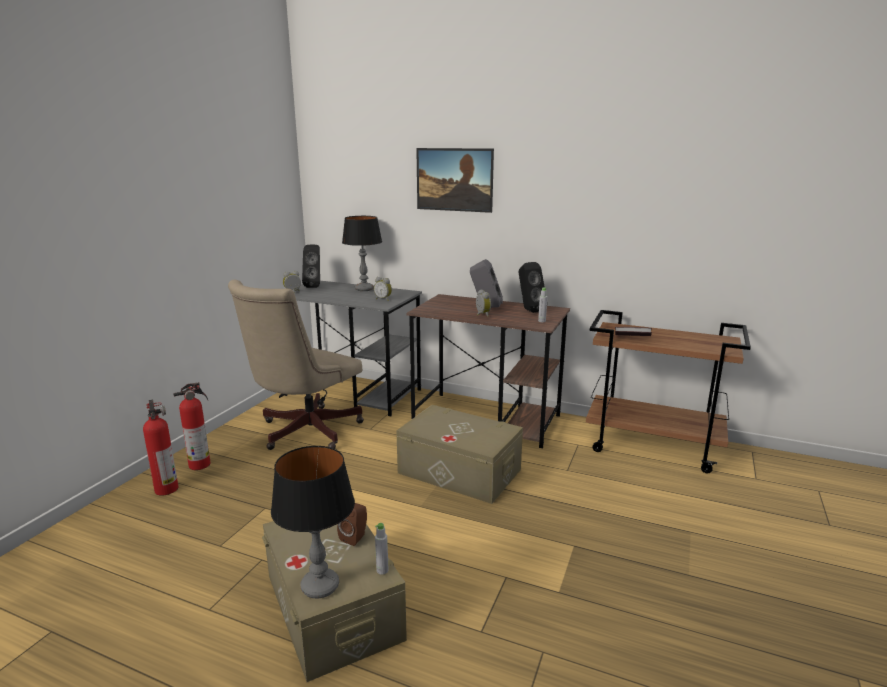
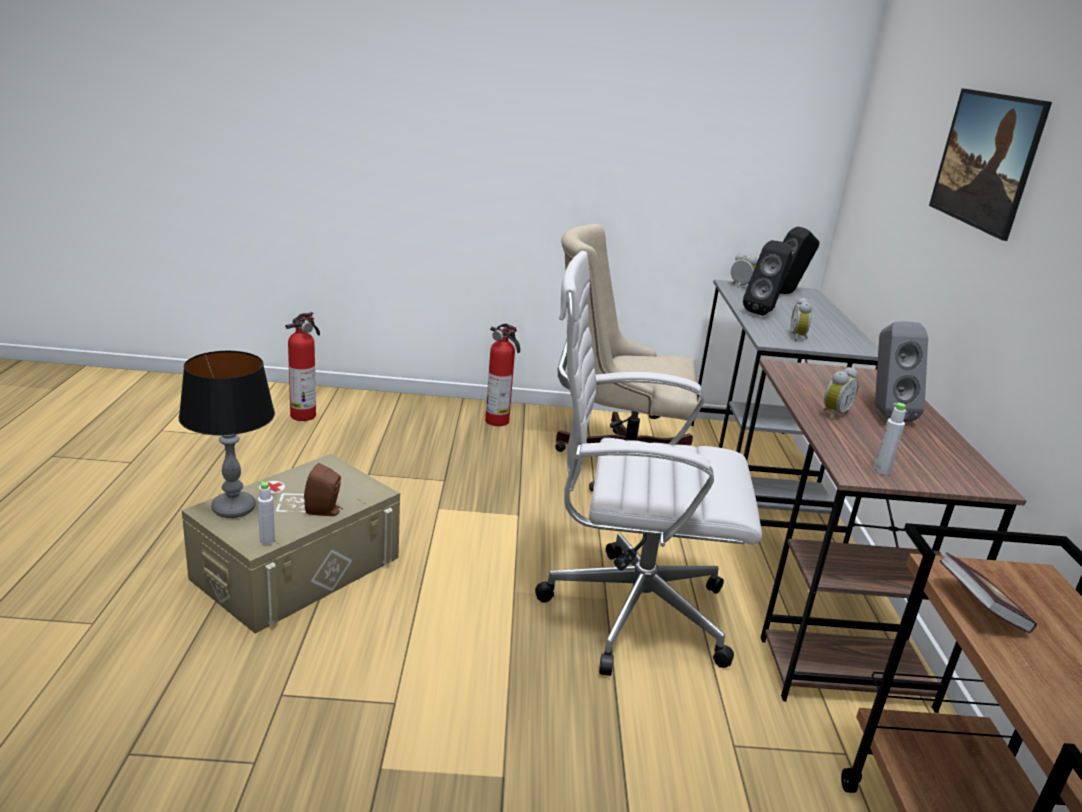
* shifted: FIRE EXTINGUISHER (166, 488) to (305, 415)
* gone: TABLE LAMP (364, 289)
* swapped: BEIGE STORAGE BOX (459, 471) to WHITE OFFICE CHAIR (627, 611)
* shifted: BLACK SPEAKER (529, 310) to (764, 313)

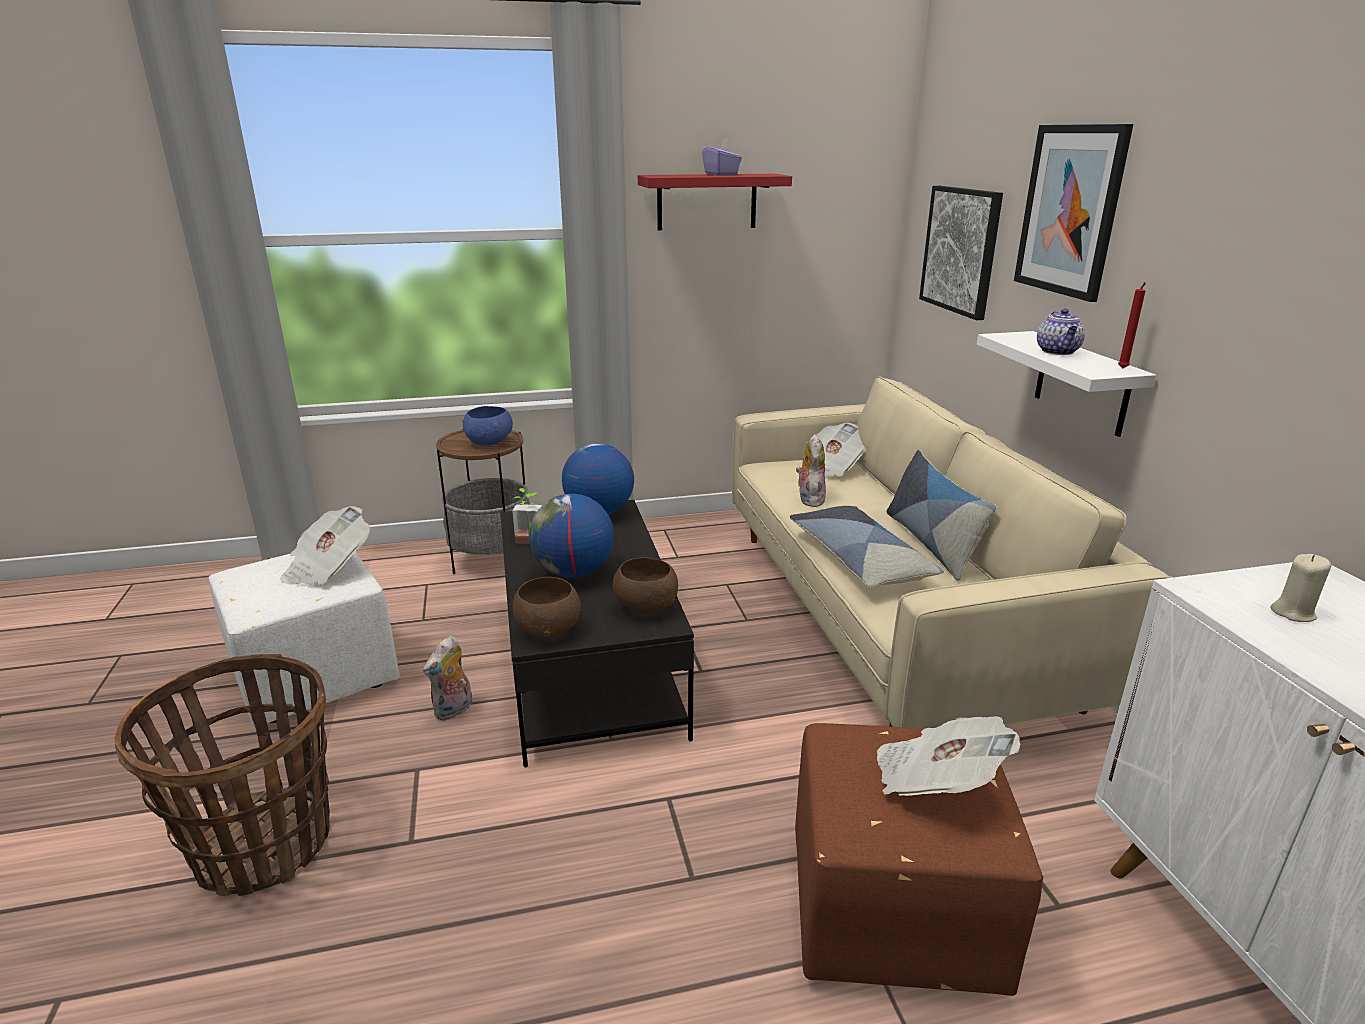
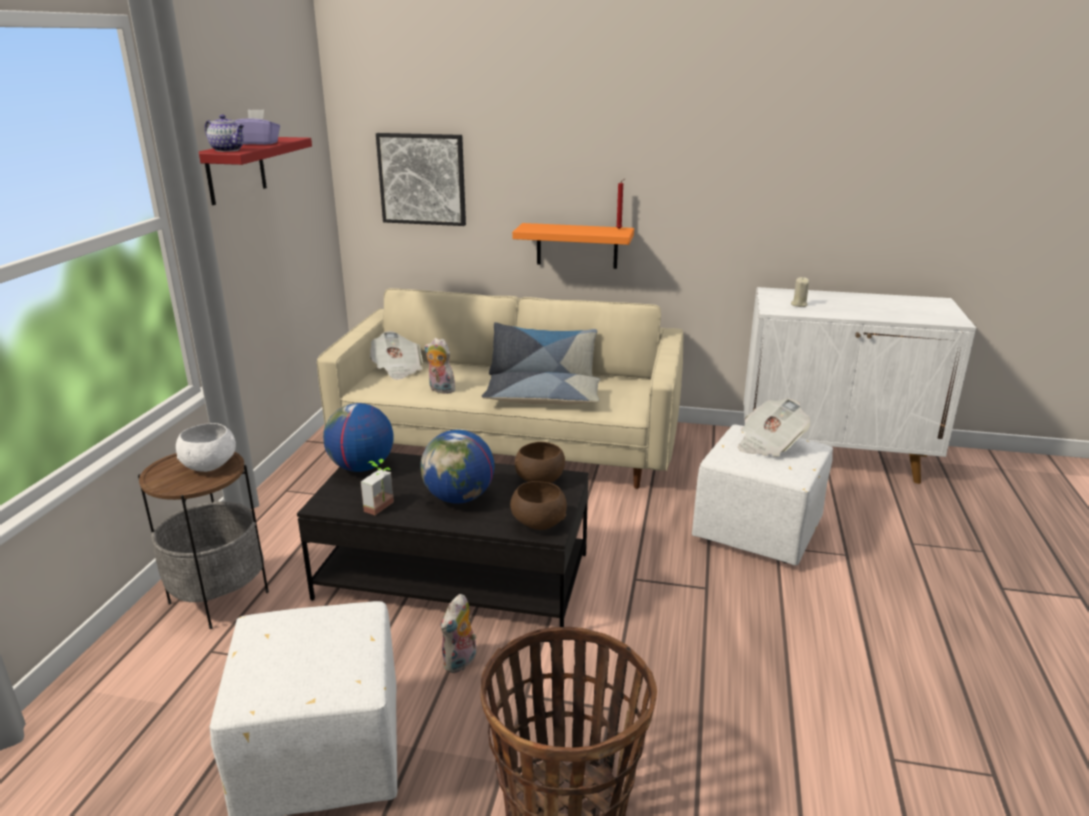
* gone: NEWSPAPER (328, 568)
* rotated: PLUSH TOY (454, 710) = (460, 662) 60 degrees clockwise
* repainted: BLUE BOWL (490, 443) to WHITE BOWL (210, 465)
* repainted: BROWN OTTOMAN (892, 914) to WHITE OTTOMAN (759, 532)
* repainted: WHITE SHELF (1082, 383) to ORANGE SHELF (577, 246)
* gone: PICTURE (1070, 210)
* shifted: TEAPOT (1058, 352) to (228, 150)

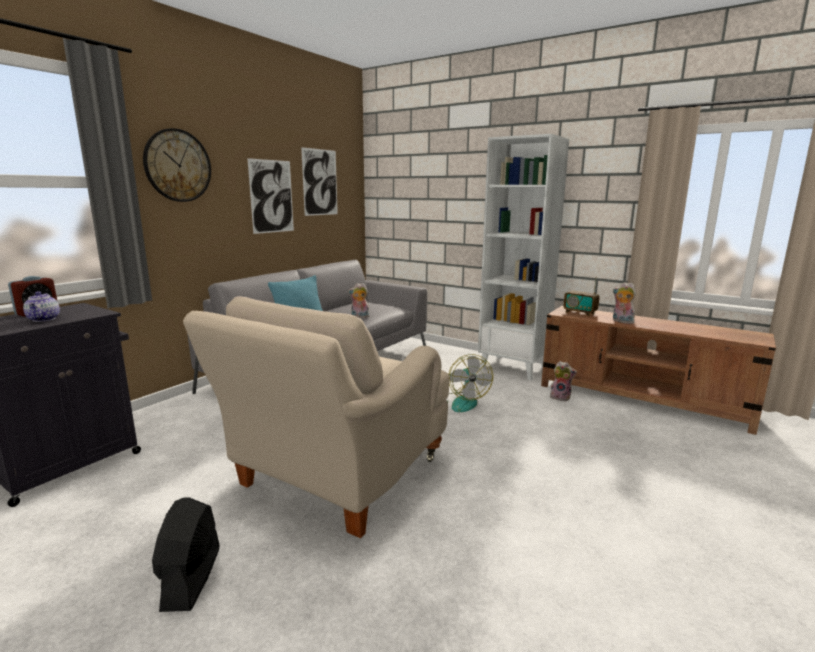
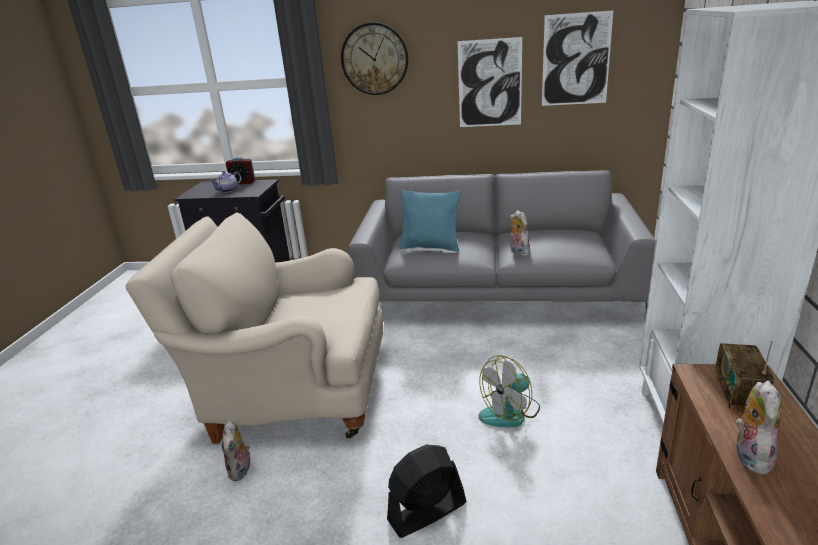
* shifted: BLACK FAN (191, 578) to (426, 511)
* shifted: PLUSH TOY (561, 397) to (241, 471)

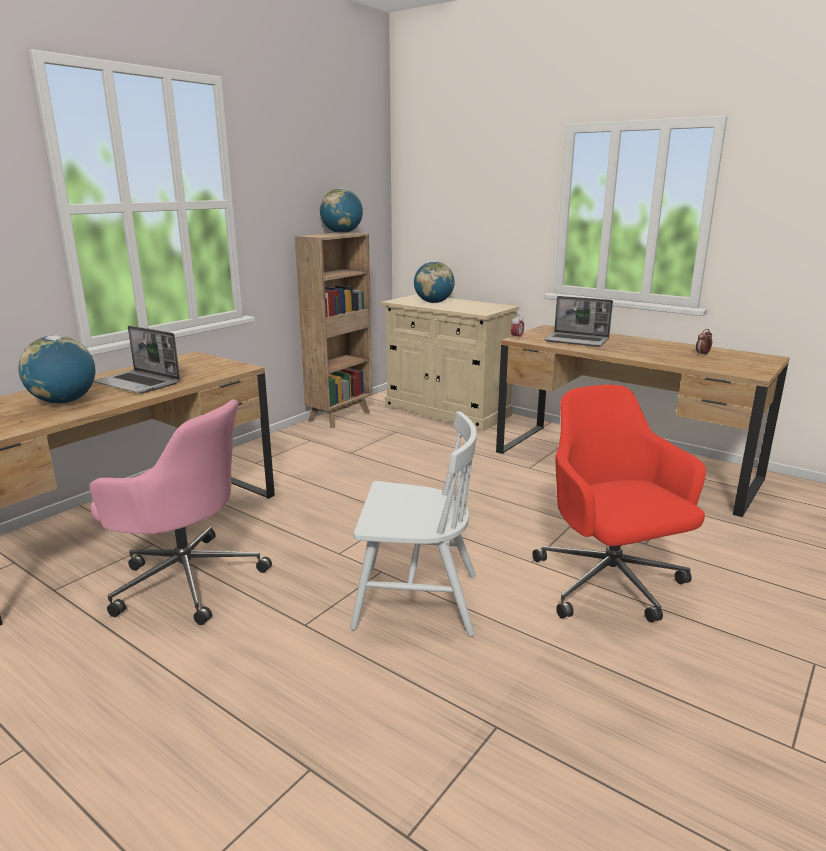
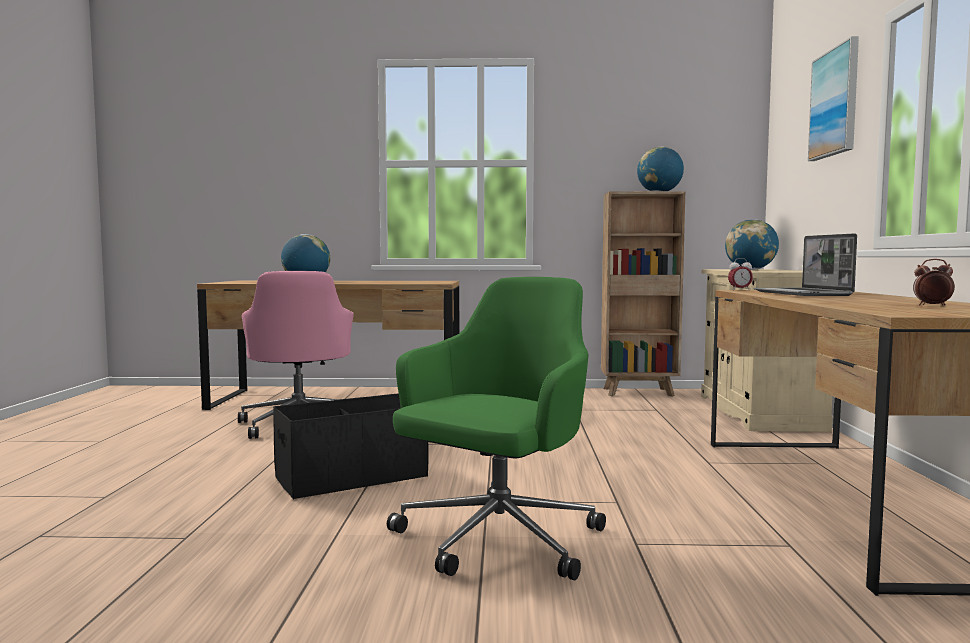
* gone: LAPTOP (139, 383)
* swapped: WHITE CHAIR (415, 600) to BLACK STORAGE BOX (351, 477)
* repainted: RED OFFICE CHAIR (610, 584) to GREEN OFFICE CHAIR (496, 540)
* new: PICTURE (835, 102)

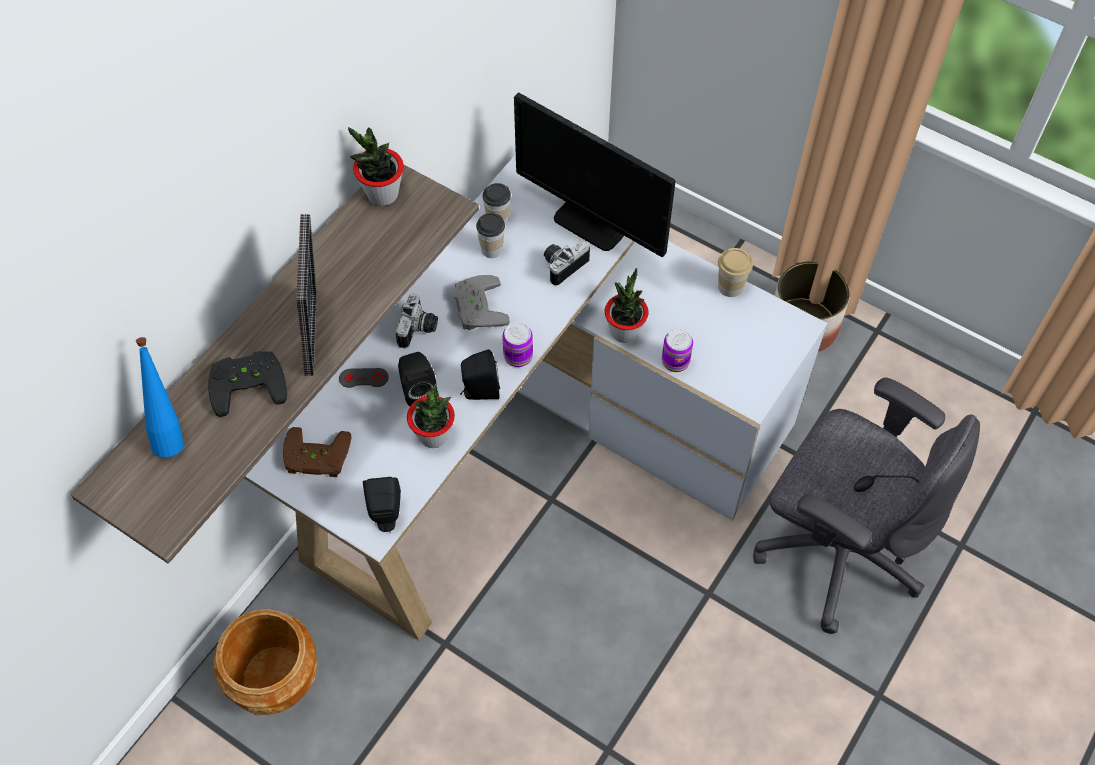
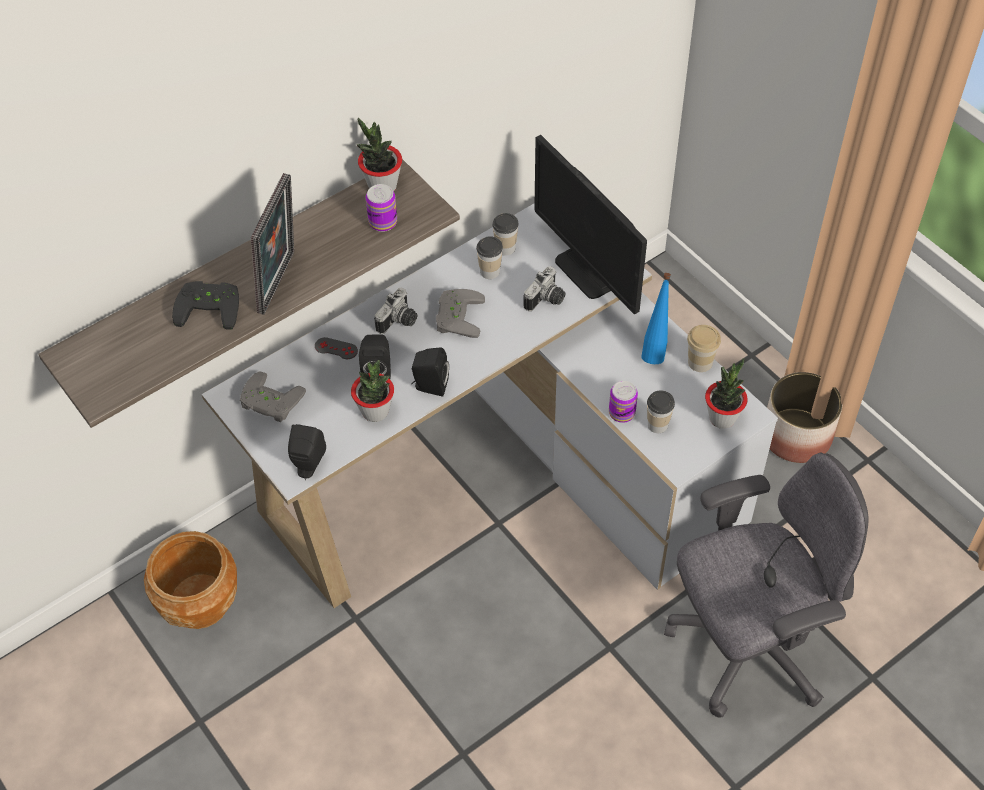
* shifted: BLUE BOTTLE (171, 433) to (655, 350)
* repainted: BROWN GAME CONTROLLER (315, 458) to GREY GAME CONTROLLER (269, 402)
* shifted: CAN (518, 356) to (383, 222)
* rotated: PHOTO CAMERA (562, 264) = (547, 300) 150 degrees clockwise
* shifted: POTTED PLANT (624, 331) to (722, 418)
* rotated: GREY OFFICE CHAIR (836, 550) = (747, 646) 75 degrees counterclockwise
* new: CUP (657, 424)

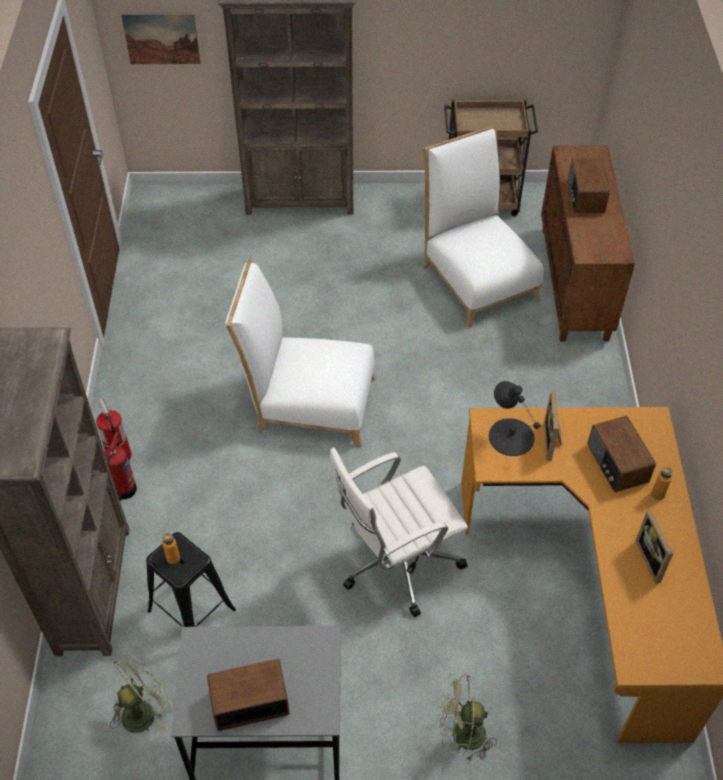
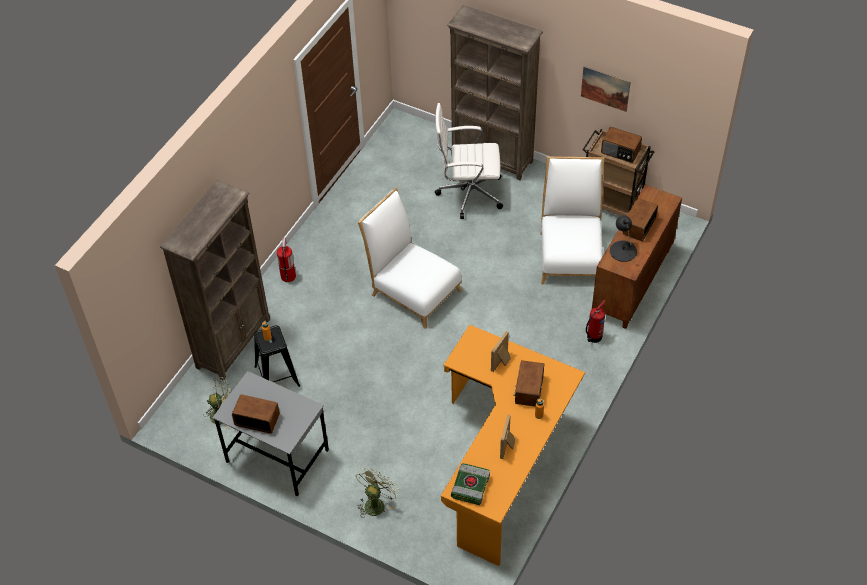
* shifted: FIRE EXTINGUISHER (123, 491) to (593, 337)
* shifted: PICTURE (161, 38) to (605, 88)
* shifted: WHITE OFFICE CHAIR (396, 561) to (468, 193)
* rotated: GREEN FAN (461, 735) = (376, 502) 90 degrees clockwise
* shifted: BLACK TABLE LAMP (511, 436) to (623, 250)
* new: BOOK (470, 486)
* new: RADIO (620, 152)

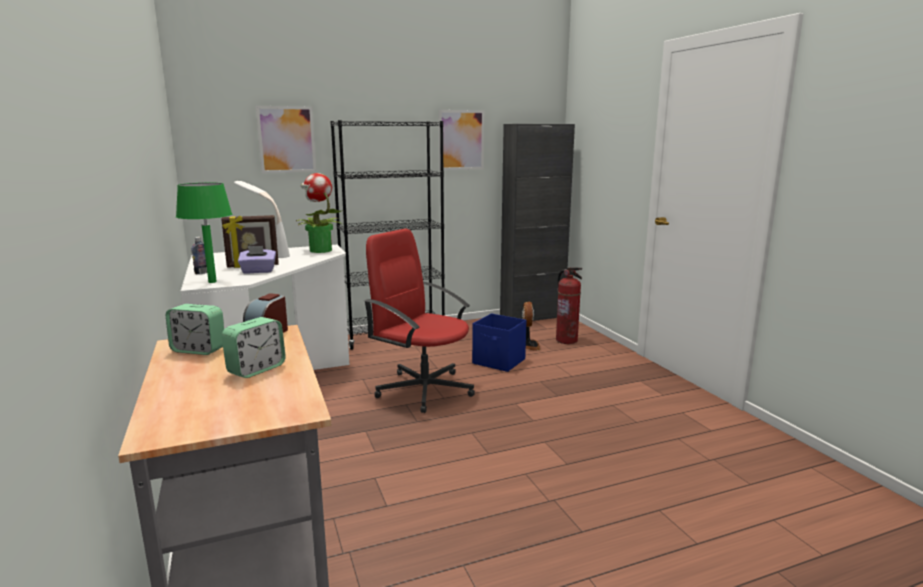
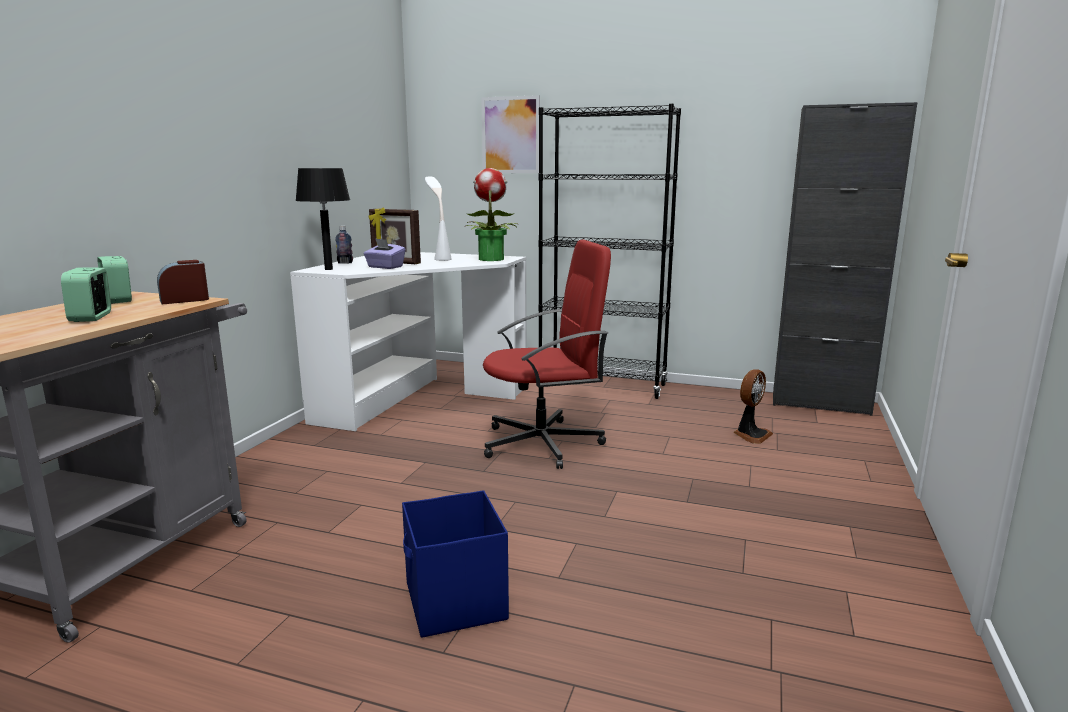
* repainted: GREEN TABLE LAMP (212, 282) to BLACK TABLE LAMP (328, 269)
* rotated: ALARM CLOCK (256, 369) = (91, 317) 90 degrees clockwise
* rotated: RED OFFICE CHAIR (424, 389) = (543, 443) 90 degrees clockwise
* gone: PICTURE (461, 140)
* shifted: BLUE STORAGE BOX (499, 361) to (455, 603)
* gone: FIRE EXTINGUISHER (566, 340)

